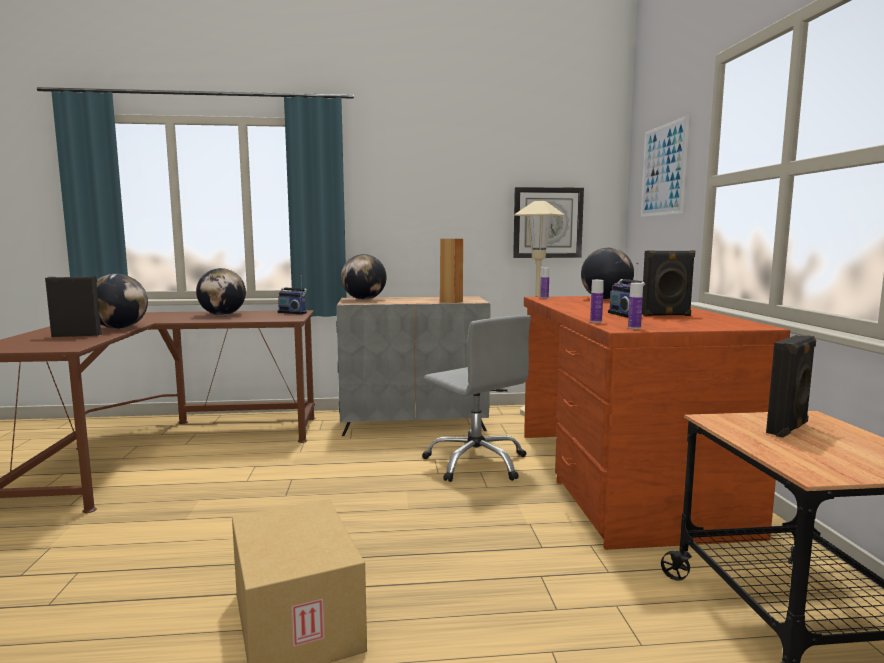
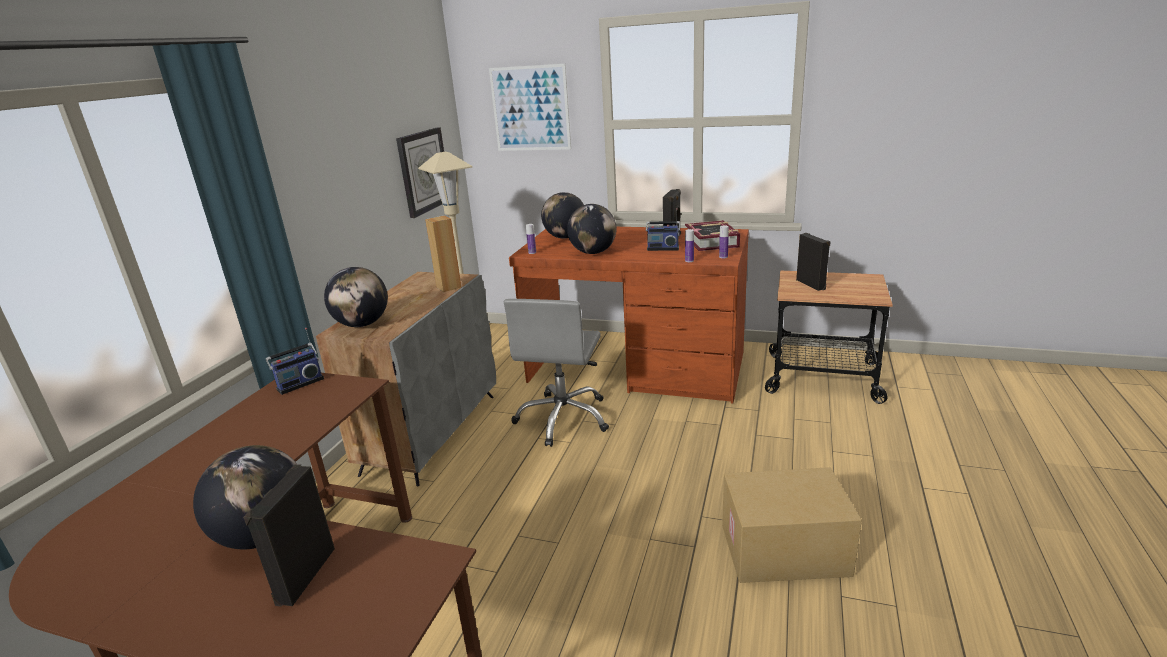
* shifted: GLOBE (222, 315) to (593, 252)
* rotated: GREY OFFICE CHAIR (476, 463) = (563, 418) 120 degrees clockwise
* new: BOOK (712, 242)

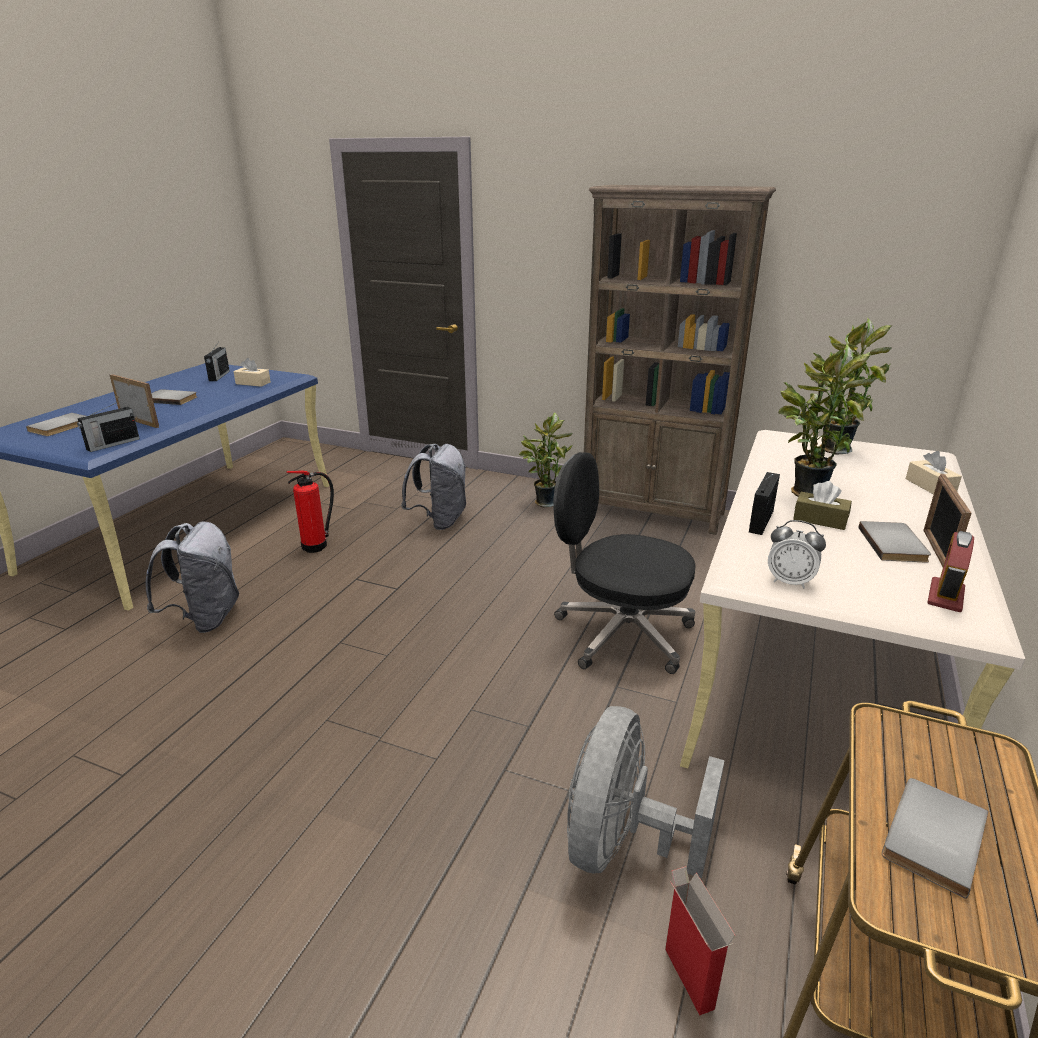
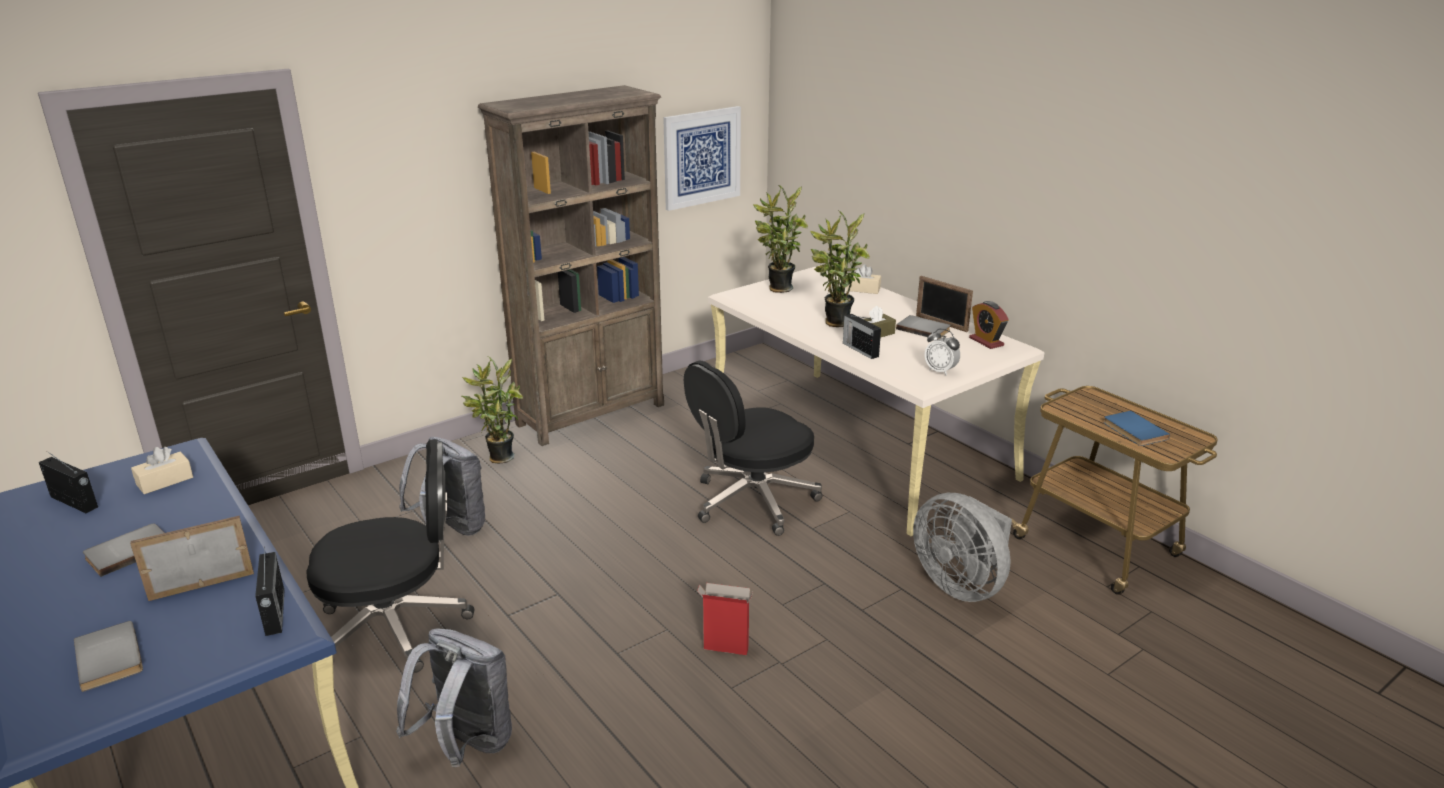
* swapped: FIRE EXTINGUISHER (317, 546) to BLACK OFFICE CHAIR (396, 627)
* shifted: CARDBOARD BOX (688, 977) to (725, 648)
* rotated: ALARM CLOCK (789, 581) = (940, 371) 75 degrees clockwise
* repainted: GREY BOOK (929, 835) to BLUE BOOK (1133, 431)
* new: PICTURE (702, 157)

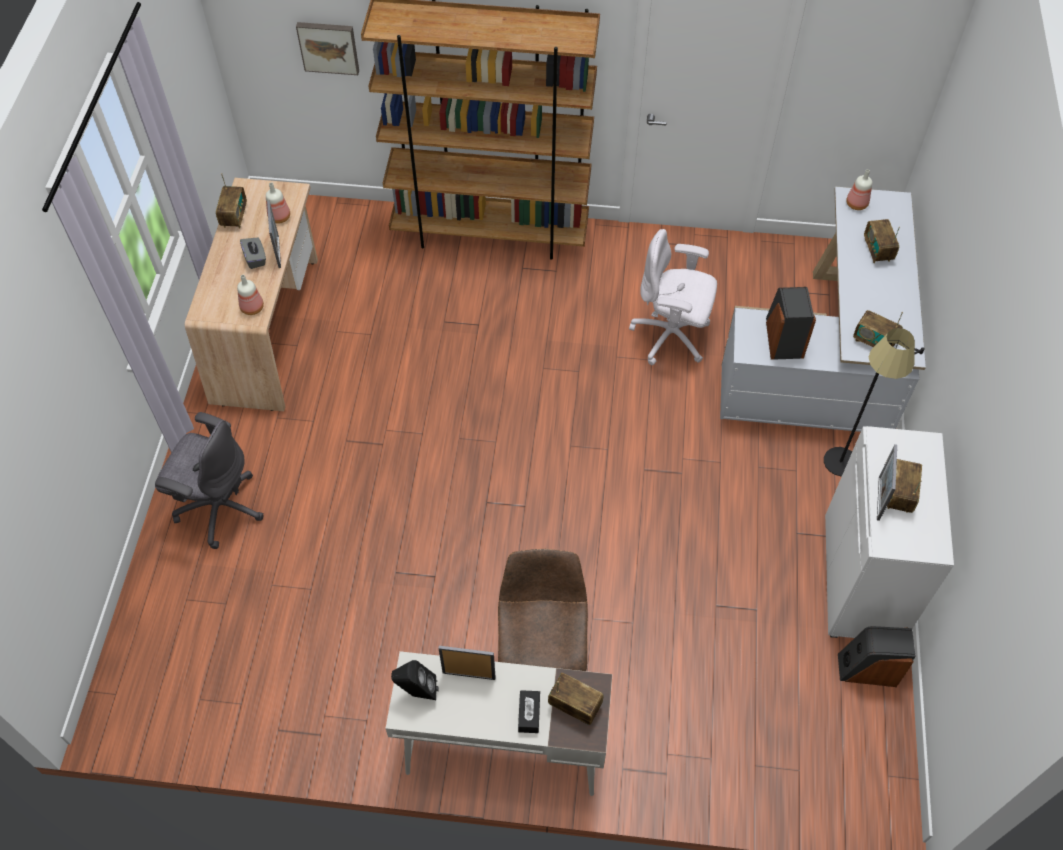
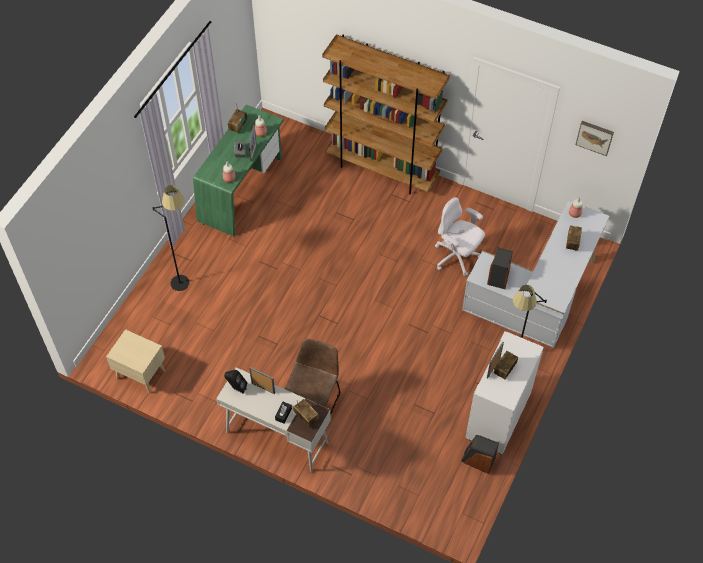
* swapped: GREY OFFICE CHAIR (219, 507) to BLACK FLOOR LAMP (183, 276)
* repainted: BEIGE DESK (270, 329) to GREEN DESK (242, 190)
* shifted: PICTURE (328, 46) to (595, 137)
* gone: RADIO (874, 341)
* new: BEIGE NIGHTSTAND (141, 373)

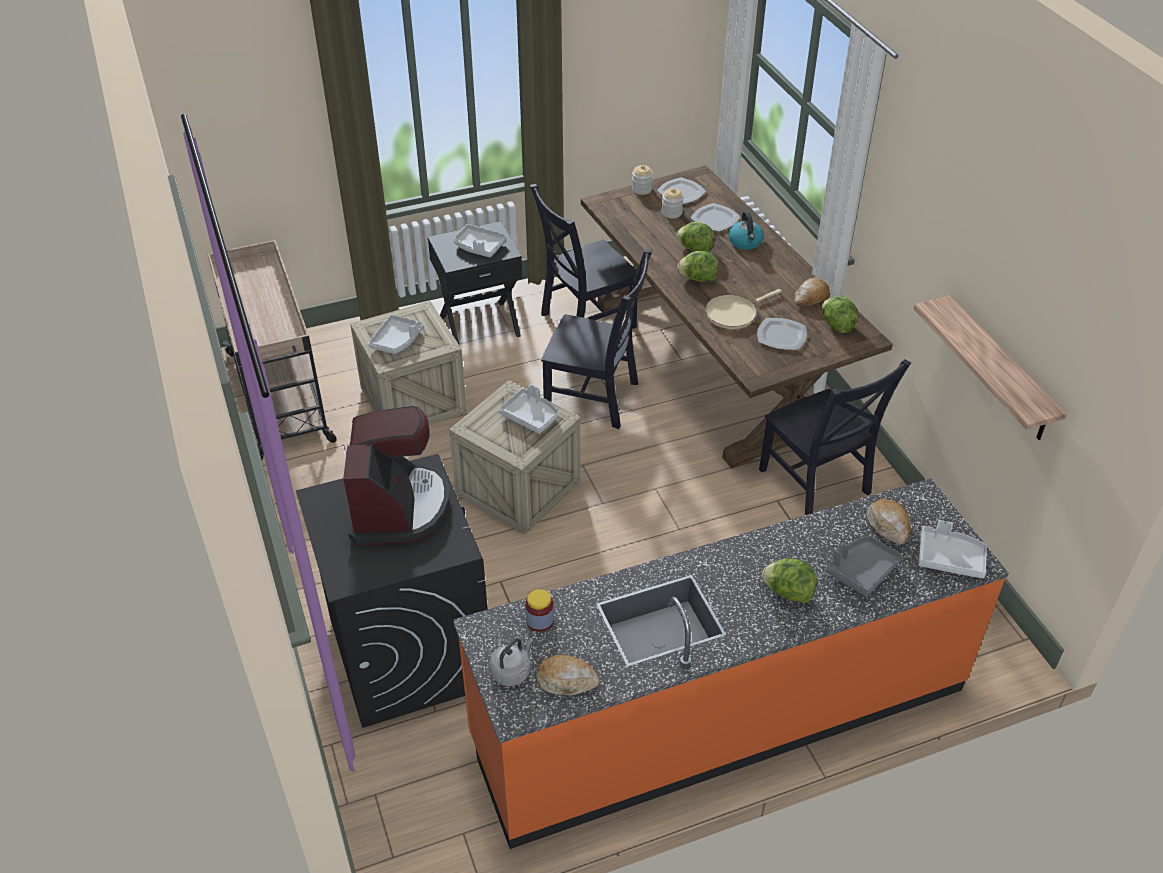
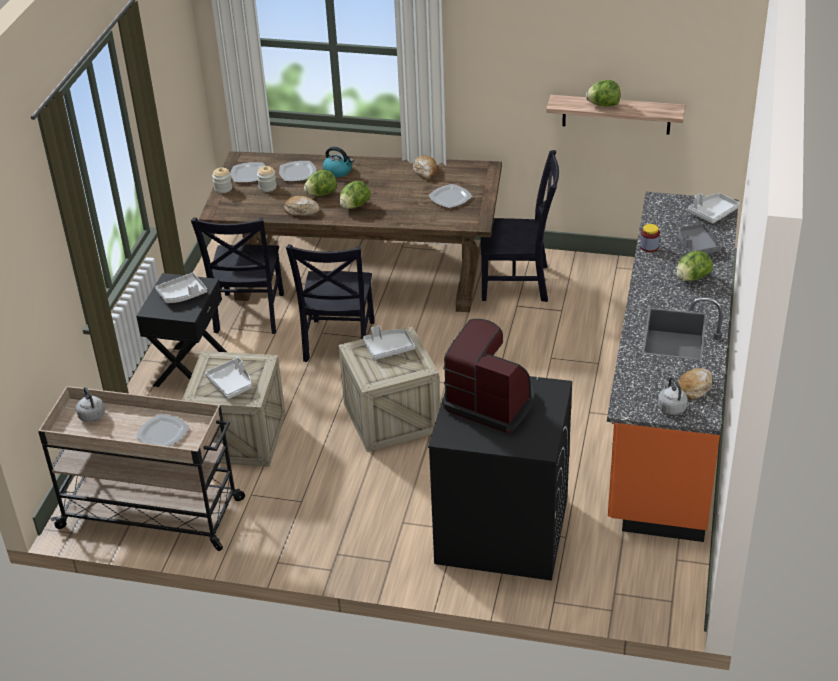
* shifted: JAR (540, 620) to (649, 247)
* rotated: BLACK CHAIR (596, 399) = (338, 343) 135 degrees clockwise
* gone: BEIGE FRYING PAN (734, 313)
* shifted: LETTUCE (837, 325) to (603, 105)
* shifted: BREAD (888, 526) to (302, 210)
* new: GREY KETTLE (91, 415)
* new: PLATE (162, 433)

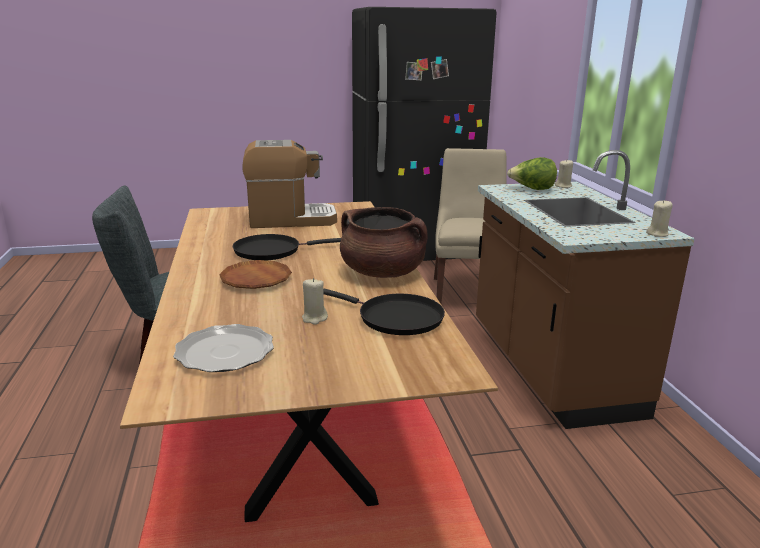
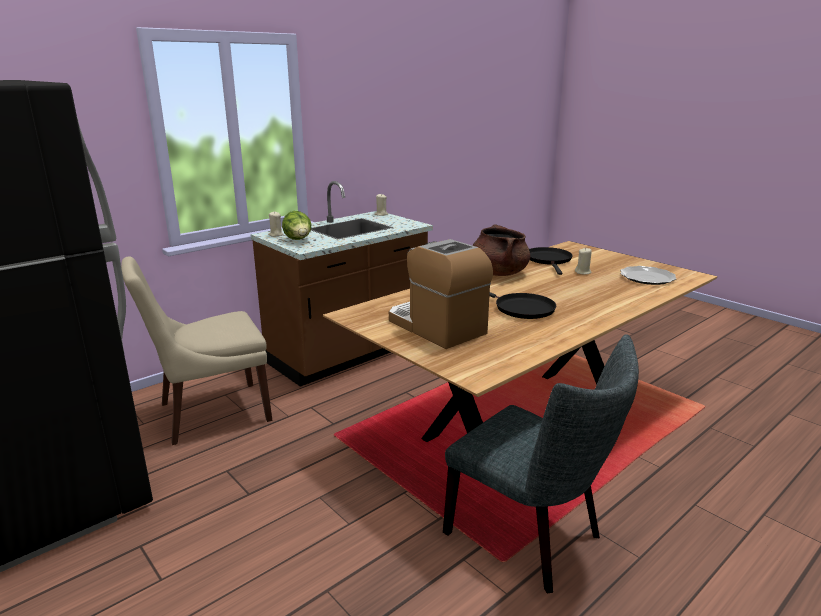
* gone: BROWN PLATE (256, 279)

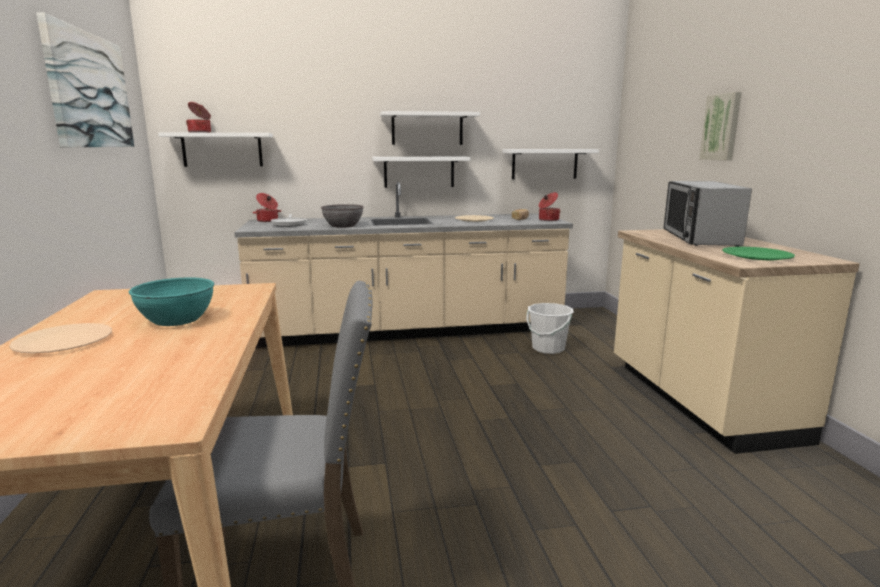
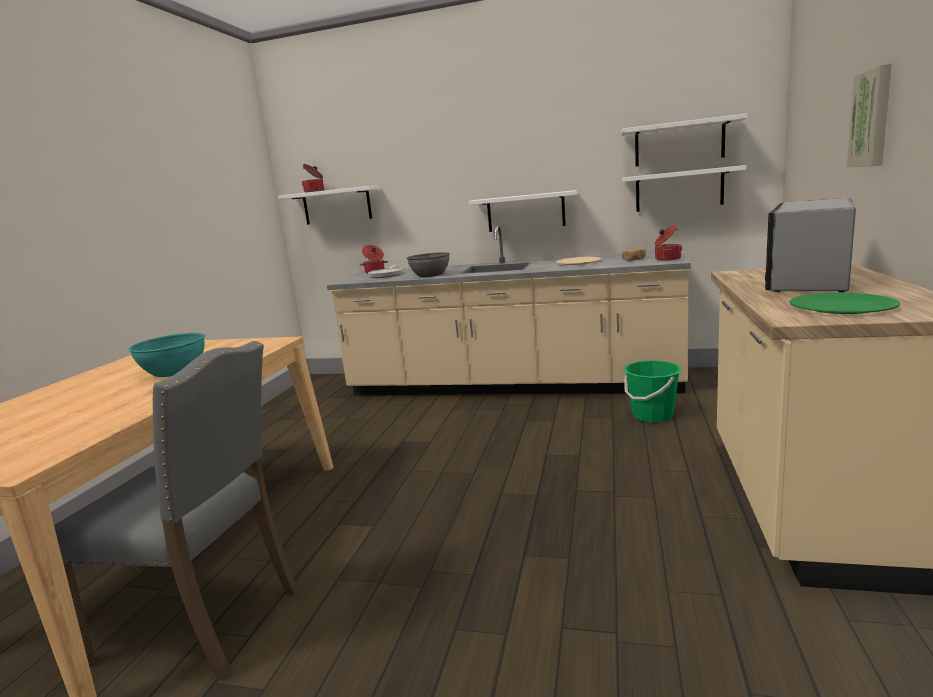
* gone: BEIGE PLATE (64, 341)
* gone: PICTURE (89, 90)
* shifted: WHITE SHELF (427, 129) to (679, 143)
* repainted: WHITE BUCKET (548, 348) to GREEN BUCKET (652, 415)

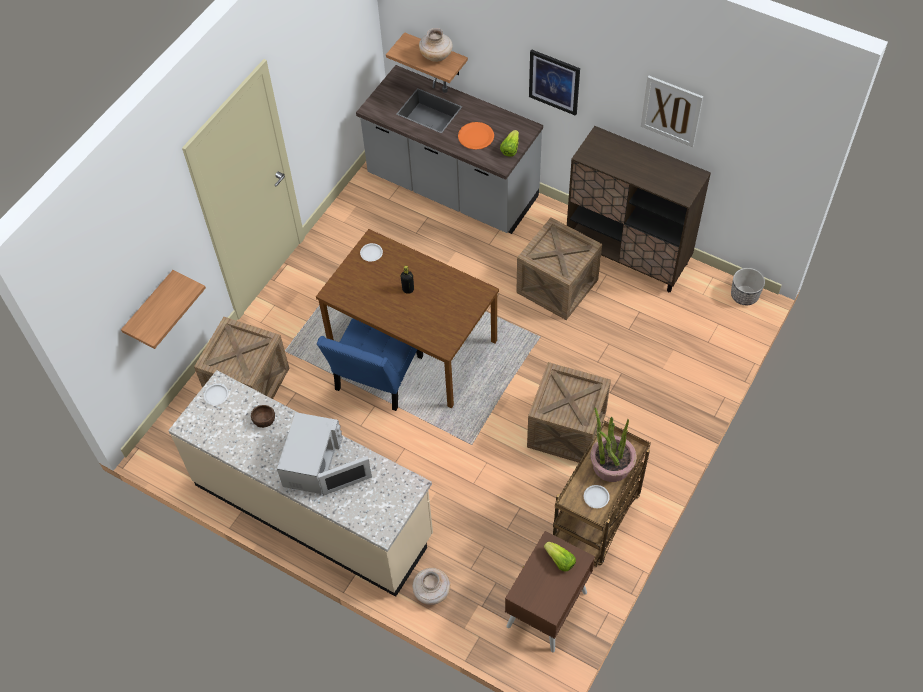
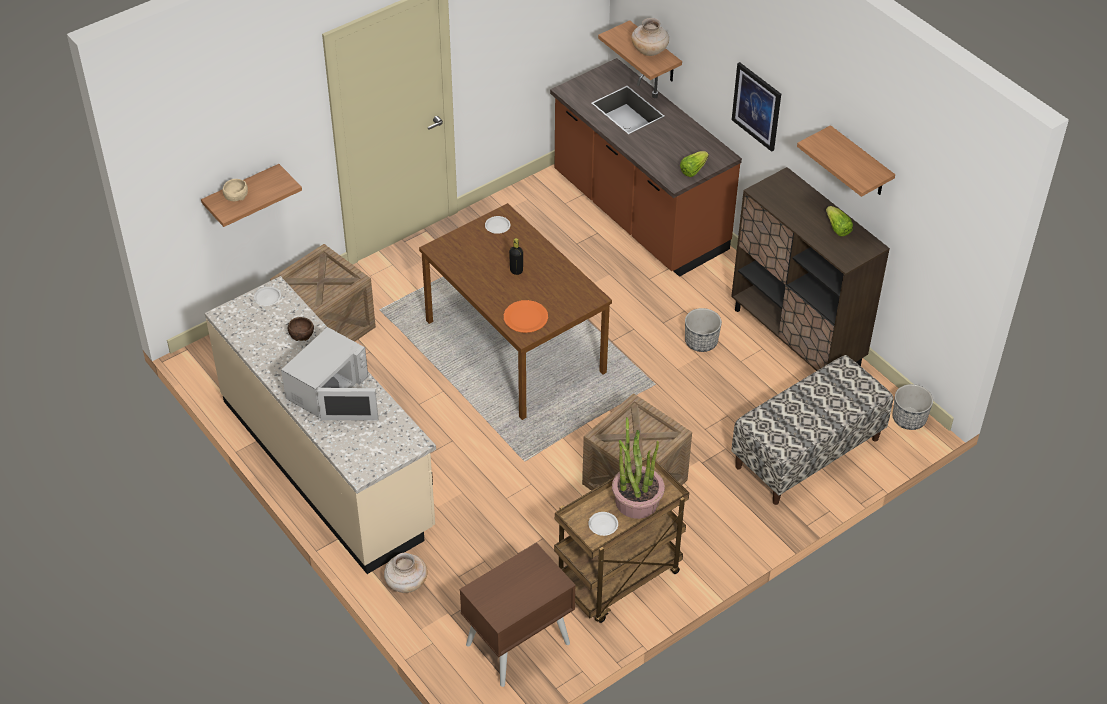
* gone: BLUE CHAIR (376, 377)
* repainted: GREY COUNTER (452, 188) to BROWN COUNTER (638, 214)
* shifted: ORANGE PLATE (476, 137) to (525, 318)
* swapped: CRATE (557, 286) to PLANTER (701, 342)
* shifted: LETTUCE (560, 560) to (837, 228)
* swapped: PICTURE (671, 111) to SHELF (860, 163)
* new: BEIGE BOWL (235, 196)
* new: BENCH (807, 453)

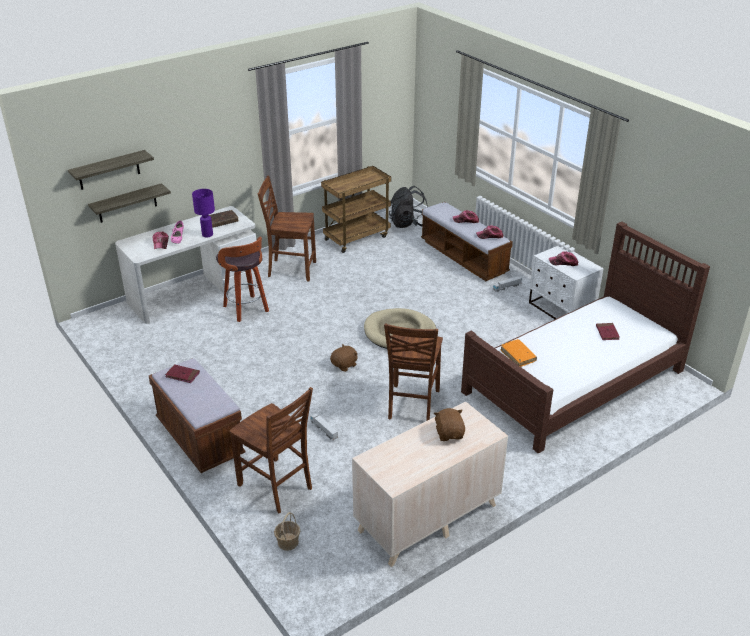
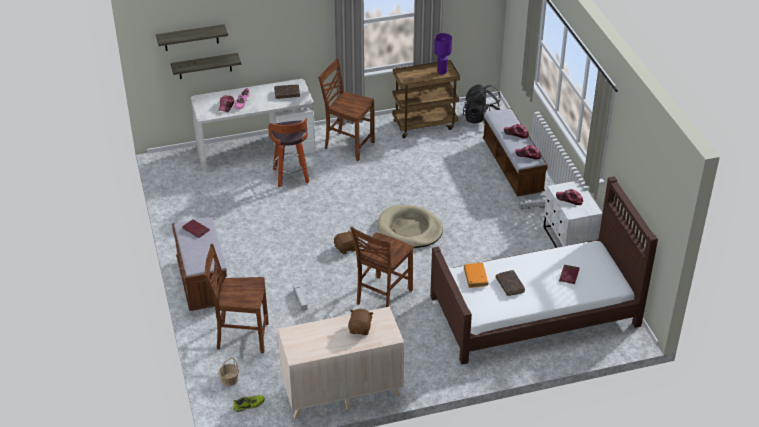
* shifted: PURPLE TABLE LAMP (207, 235) to (442, 72)
* rotated: BROWN CHAIR (276, 487) = (241, 336) 120 degrees clockwise
* new: SHOE (249, 405)
* new: BROWN BOOK (510, 285)

